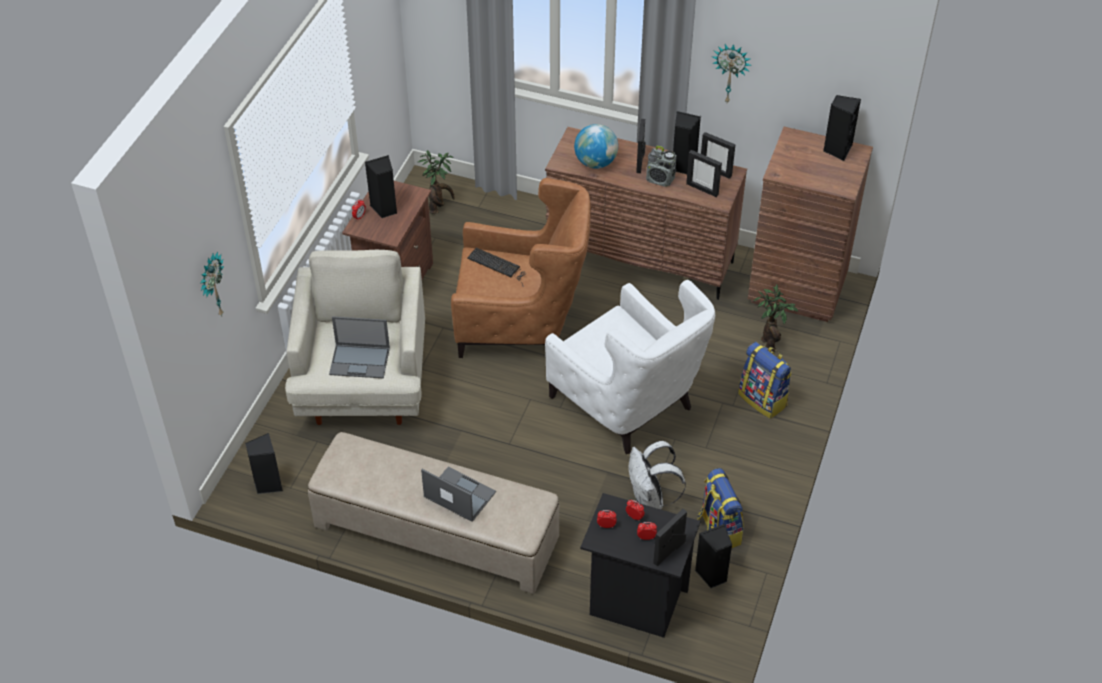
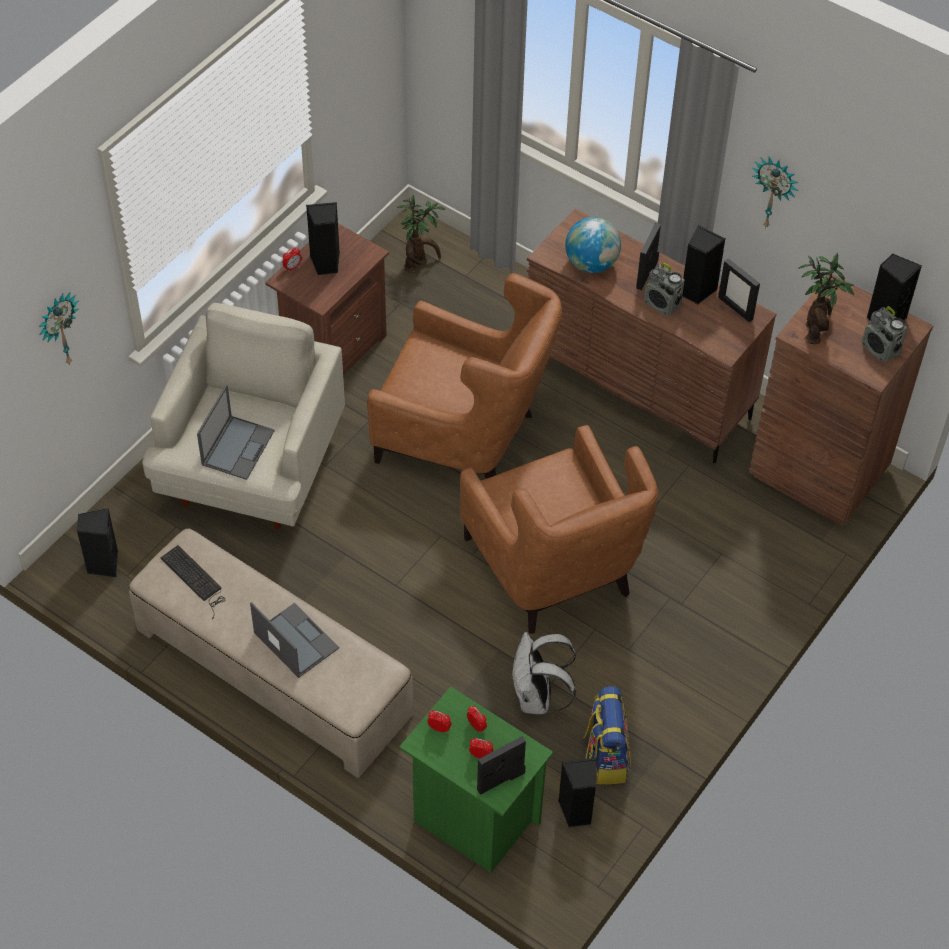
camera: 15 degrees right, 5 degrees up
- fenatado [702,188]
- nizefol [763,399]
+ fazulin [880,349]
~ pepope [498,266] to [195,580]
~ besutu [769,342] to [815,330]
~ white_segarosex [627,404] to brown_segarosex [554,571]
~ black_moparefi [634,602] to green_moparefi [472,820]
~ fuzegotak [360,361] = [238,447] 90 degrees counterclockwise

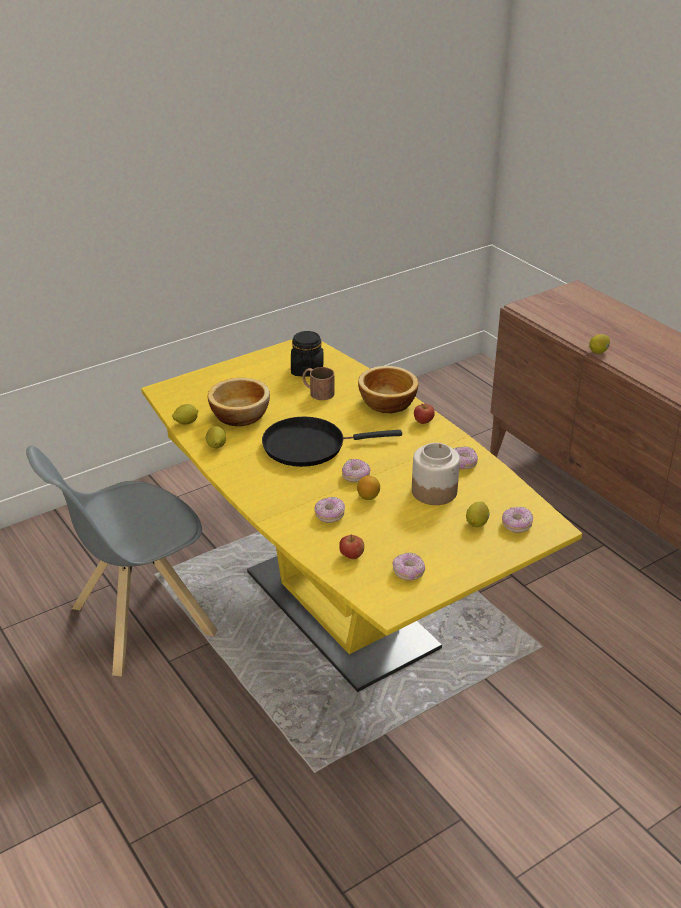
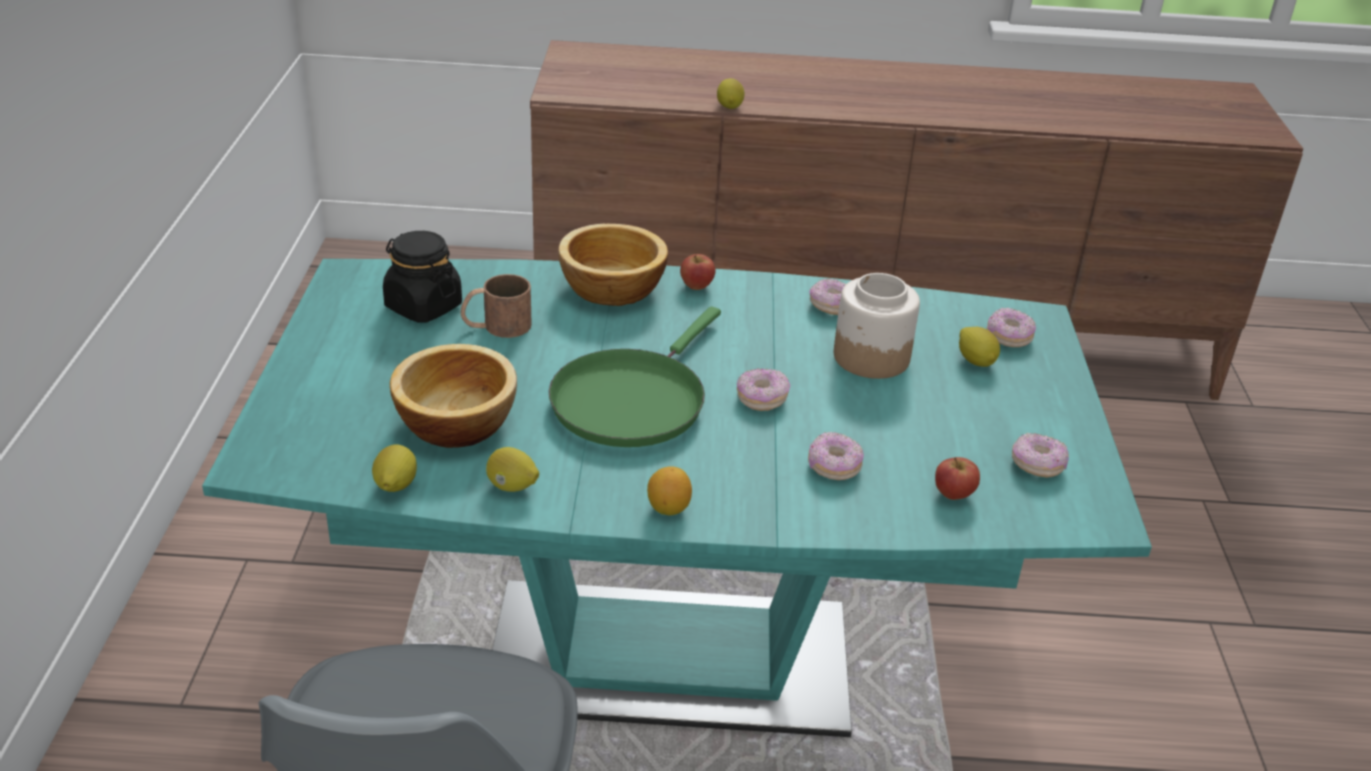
camera: 55 degrees left, 0 degrees up
~ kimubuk [368,497] to [668,508]
~ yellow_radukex [340,609] to turquoise_radukex [669,659]
~ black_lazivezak [309,446] to green_lazivezak [632,400]

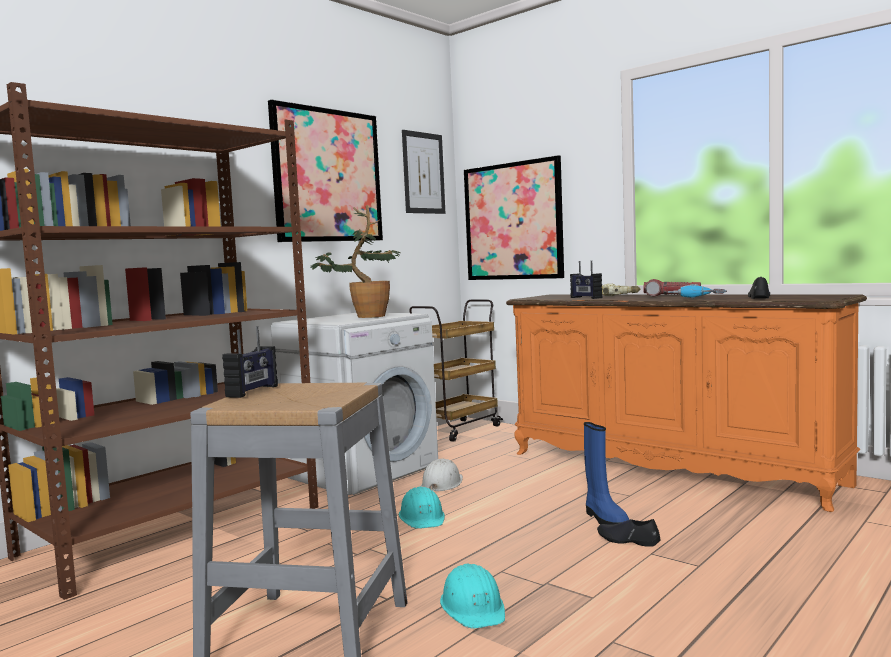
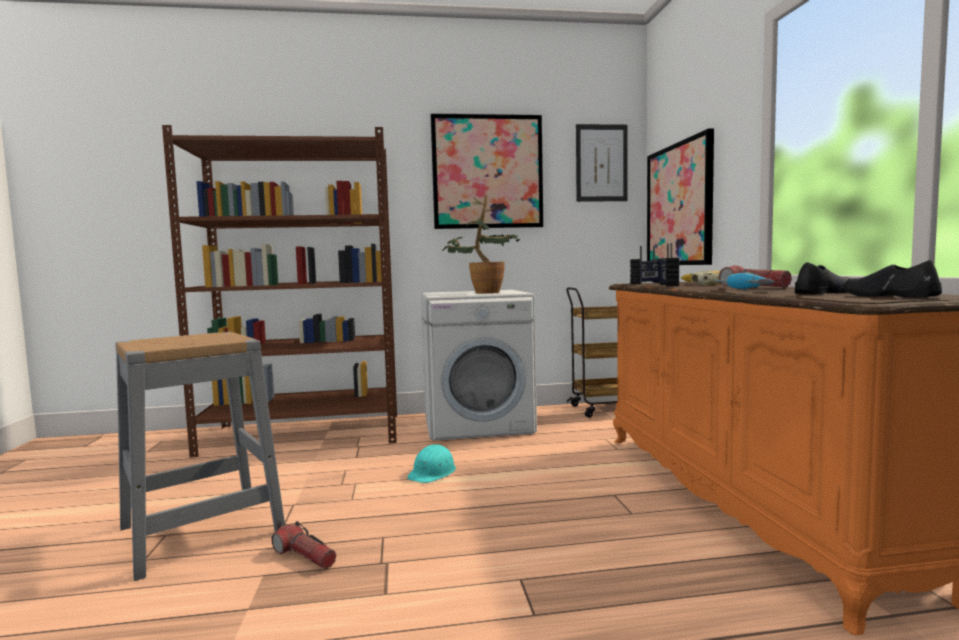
camera: 40 degrees right, 0 degrees up
- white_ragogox [442,484]
- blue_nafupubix [605,519]
~ fazulin [253,391] to [647,283]
~ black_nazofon [628,540] to [887,296]
~ turquoise_ragogox [473,607] to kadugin [305,556]

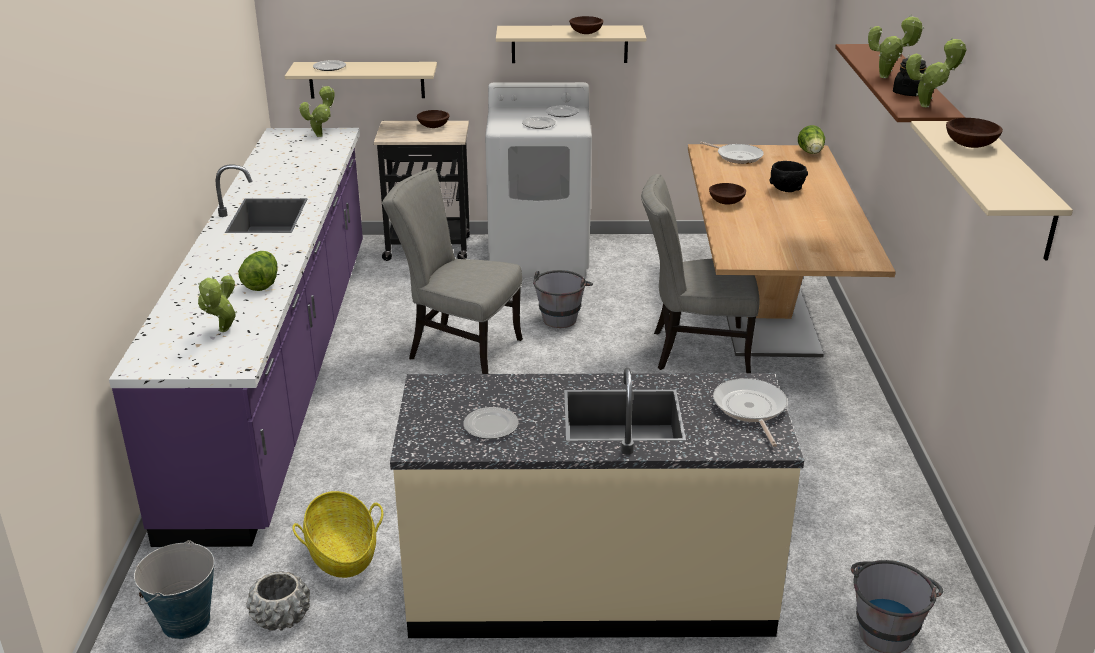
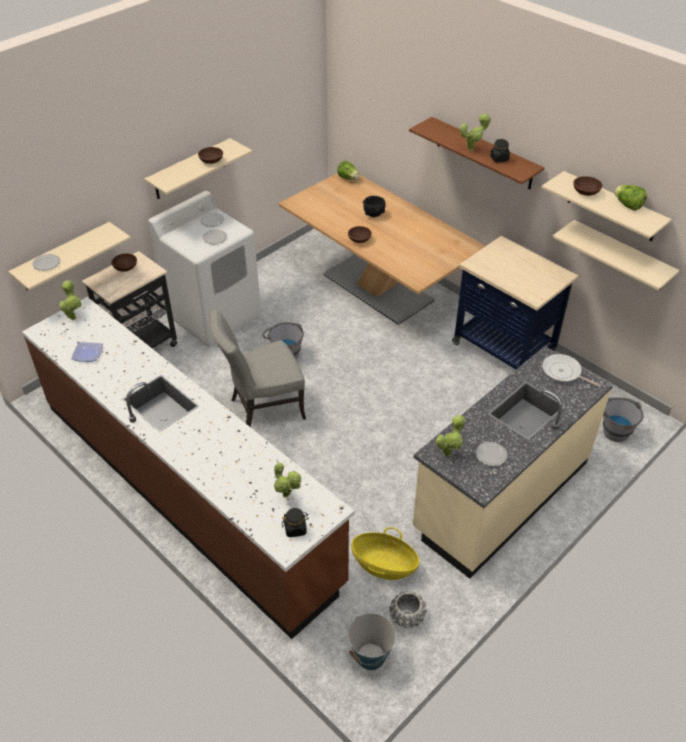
camera: 45 degrees left, 15 degrees up
- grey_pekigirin [693,350]
- lazivezak [737,156]
+ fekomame [88,353]
+ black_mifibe [295,529]
+ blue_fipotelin [503,350]
+ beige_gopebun [621,256]
~ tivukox [262,283] to [627,205]
~ besutu [928,105] to [449,453]
~ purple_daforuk [282,369] to brown_daforuk [187,489]

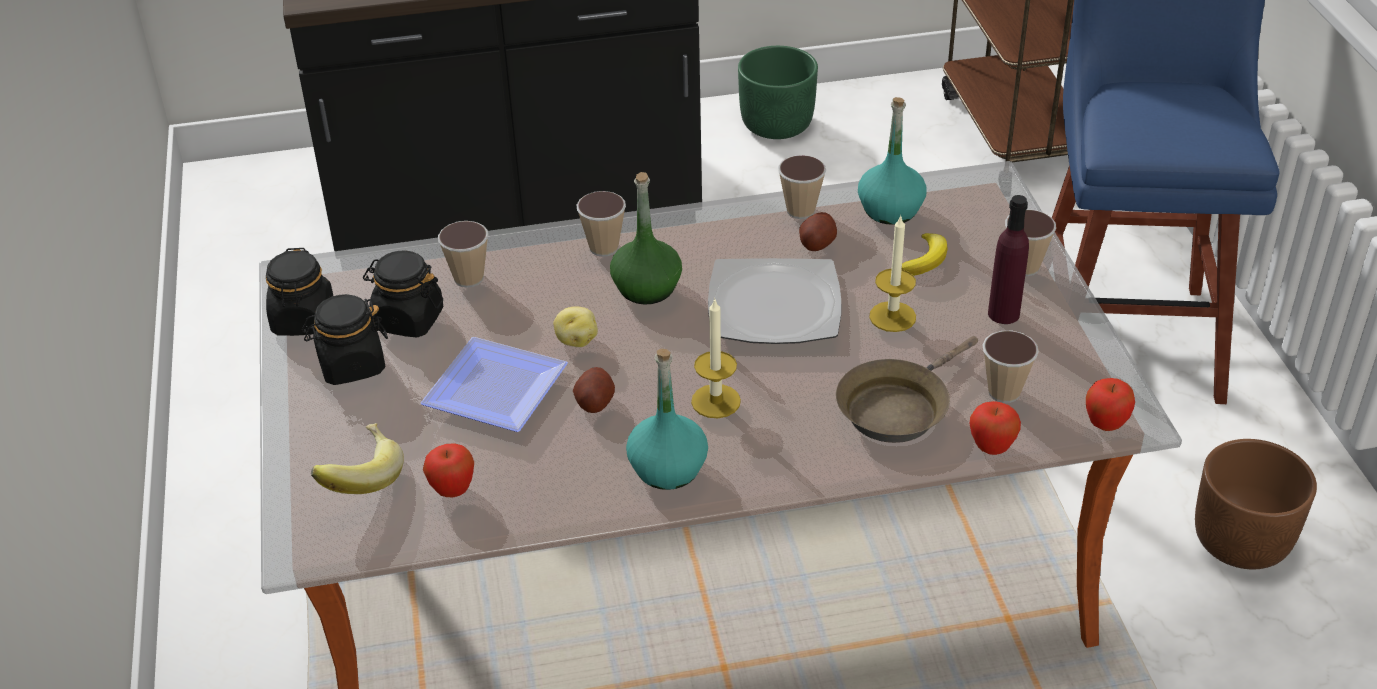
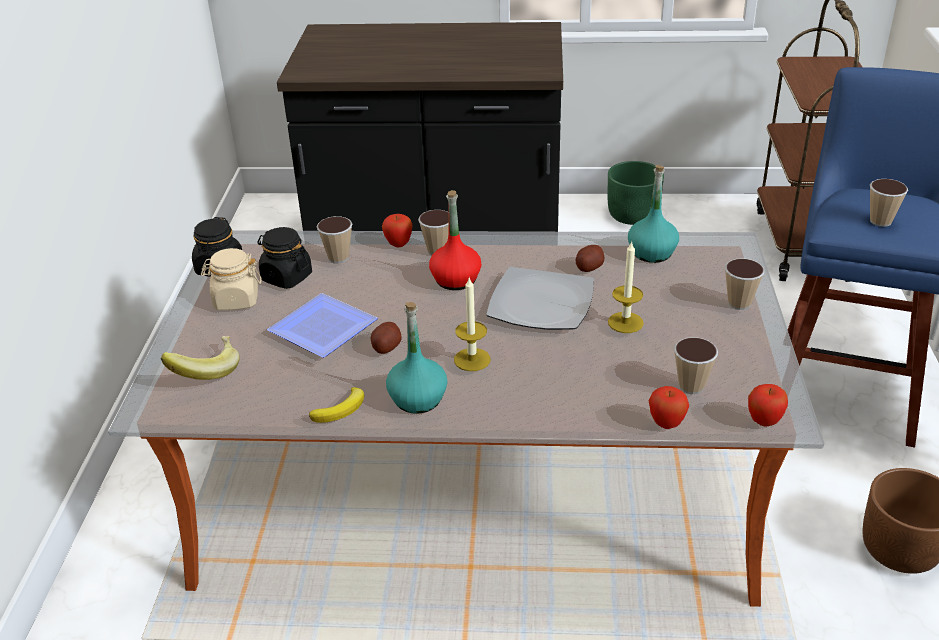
camera: 15 degrees right, 5 degrees down
- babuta [576,340]
- brown_lazivezak [897,407]
- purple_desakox [1003,314]
~ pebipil [452,491] to [398,244]
~ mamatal [800,210] to [880,221]
~ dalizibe [925,259] to [341,409]
~ black_mifibe [351,365] to beige_mifibe [236,300]
~ green_desakox [647,288] to red_desakox [455,280]

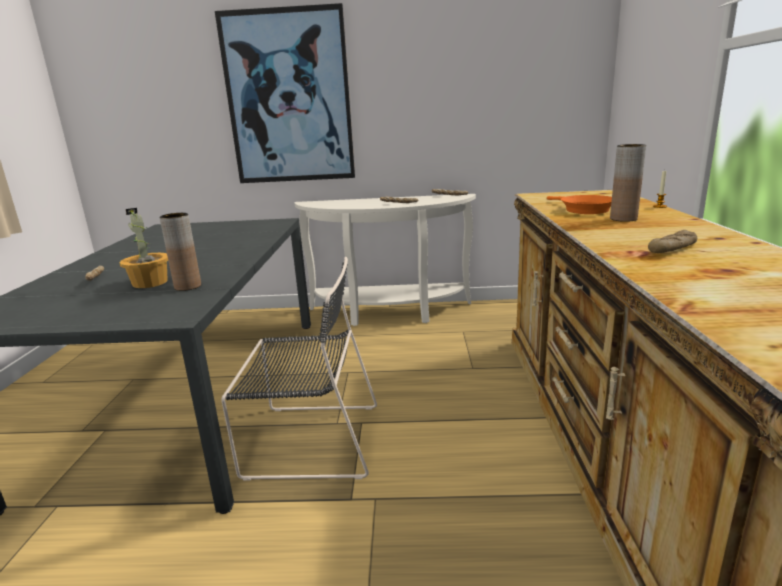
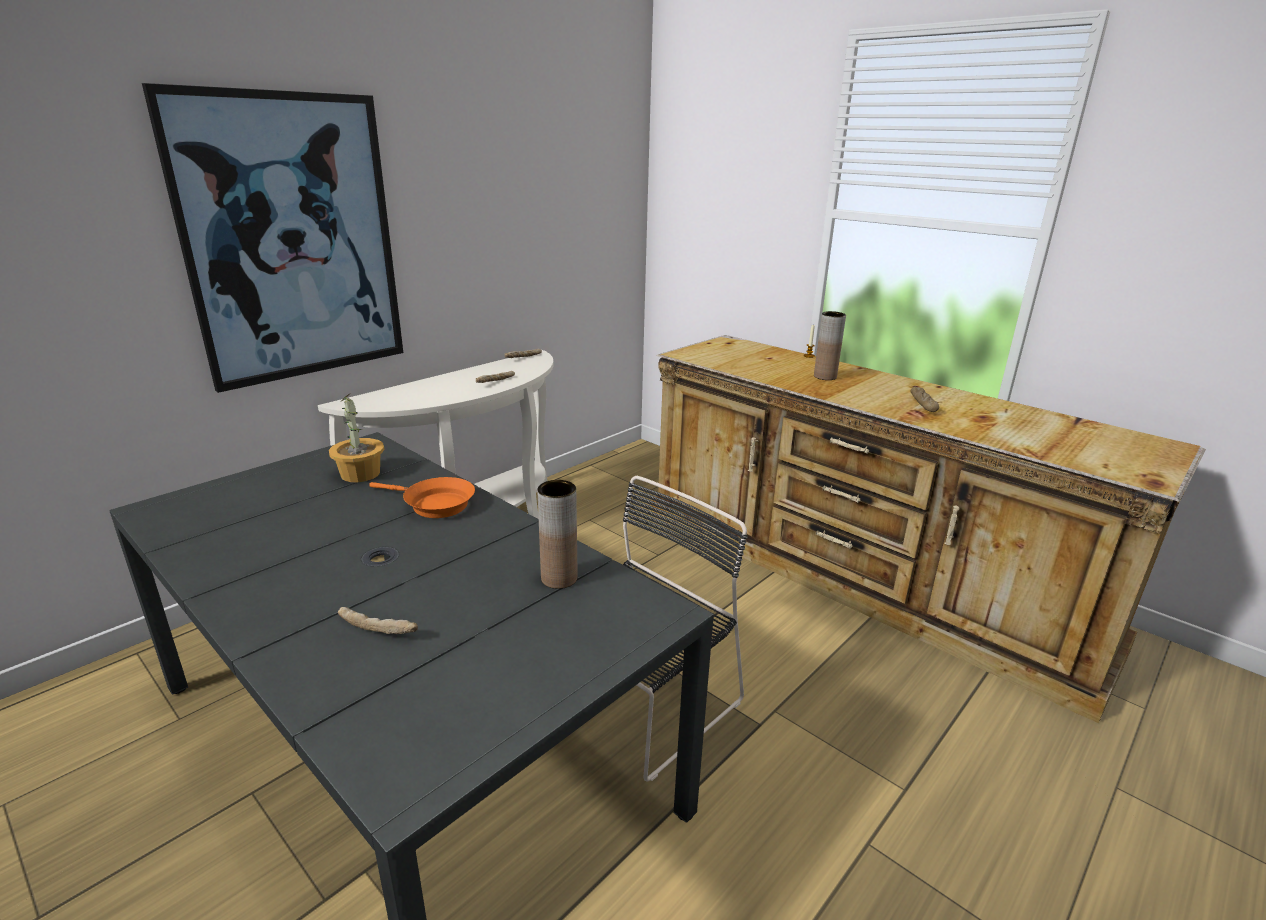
camera: 50 degrees left, 5 degrees up
~ besutu [150,283] to [361,474]
~ orange_lazivezak [583,209] to [434,504]

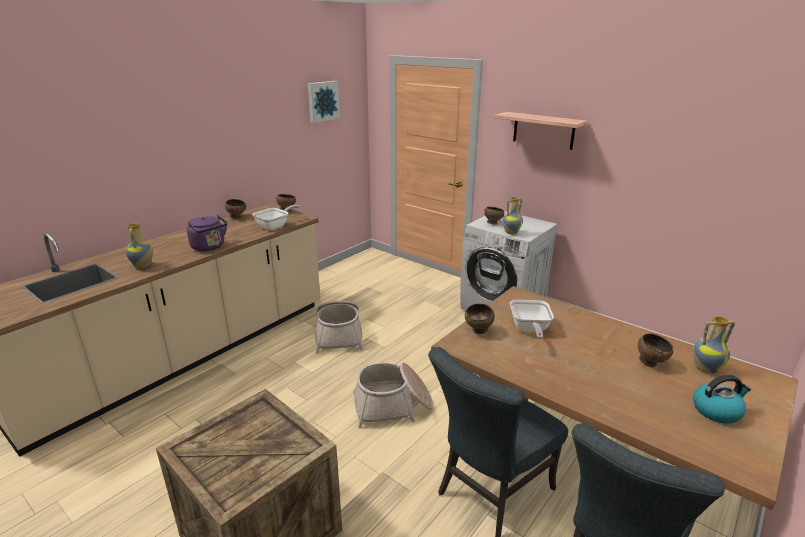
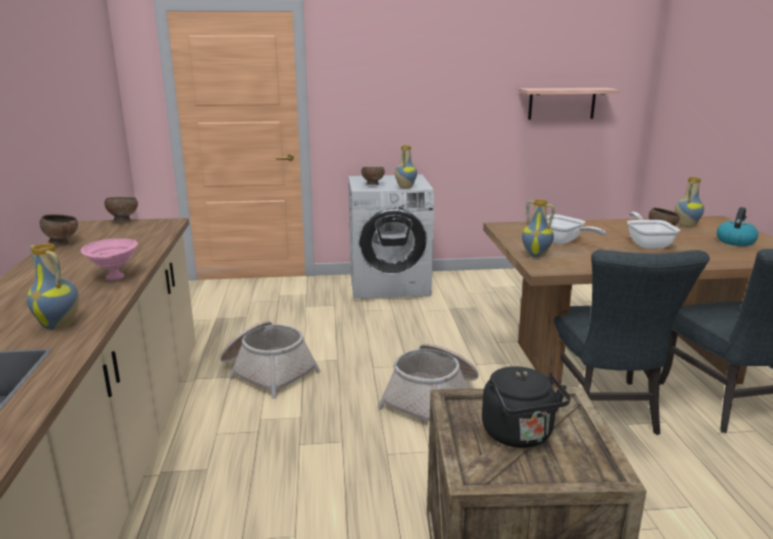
camera: 45 degrees left, 5 degrees down
- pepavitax [322,101]
+ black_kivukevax [520,435]
~ lazivezak [275,226] to [647,244]
~ gopebun [543,130] to [561,103]
~ purple_kivukevax [210,247] to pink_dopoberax [115,278]
~ brown_dopoberax [479,331] to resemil [536,255]

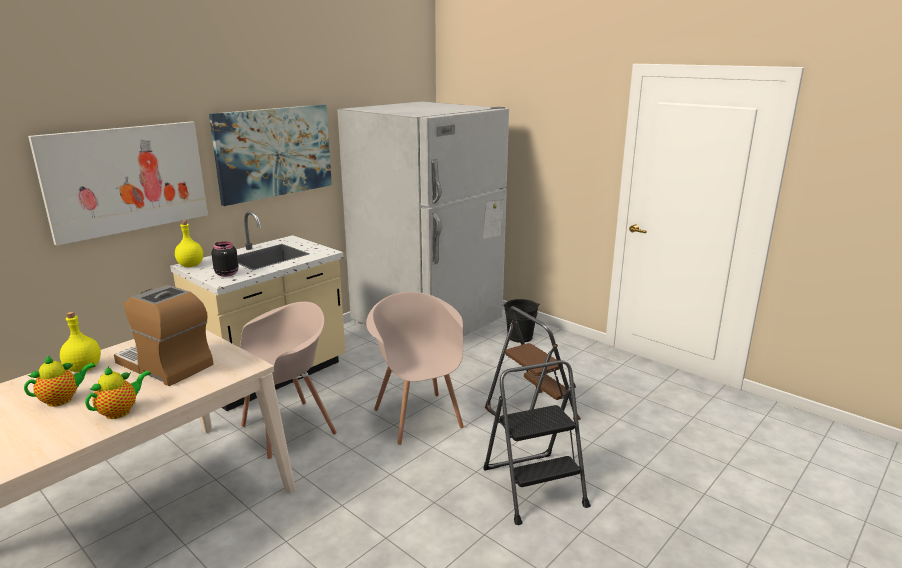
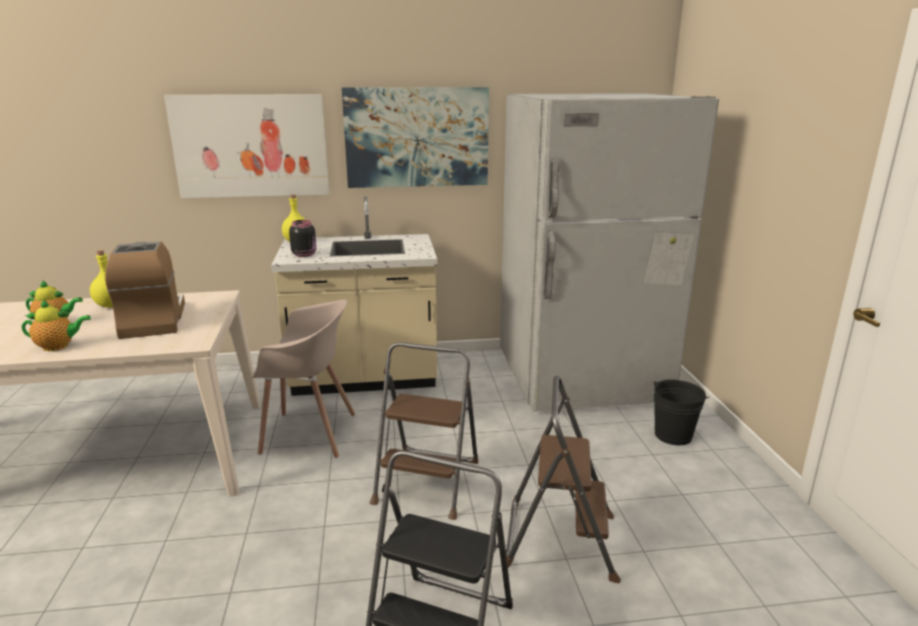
camera: 40 degrees right, 0 degrees up
~ beige_pekigirin [418,417] to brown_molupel [429,479]

